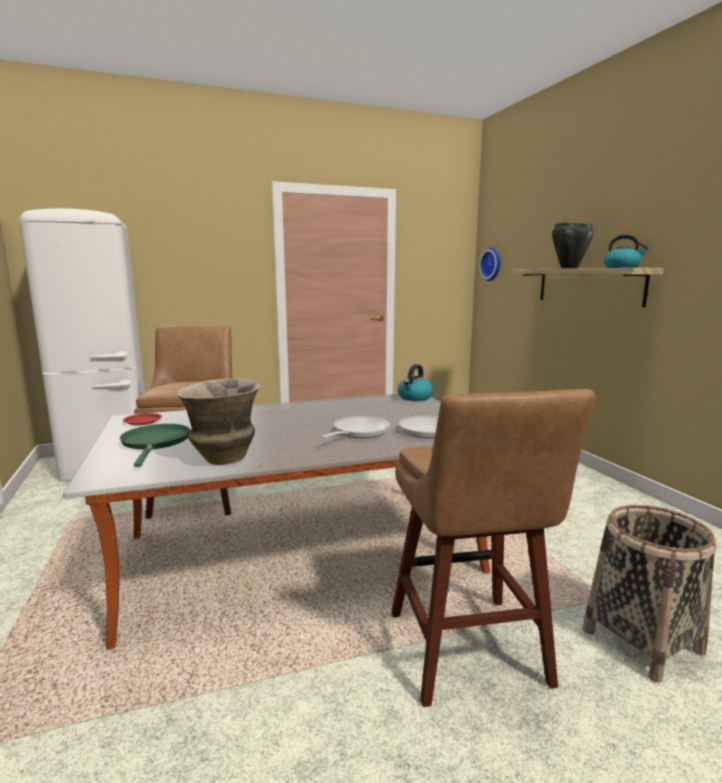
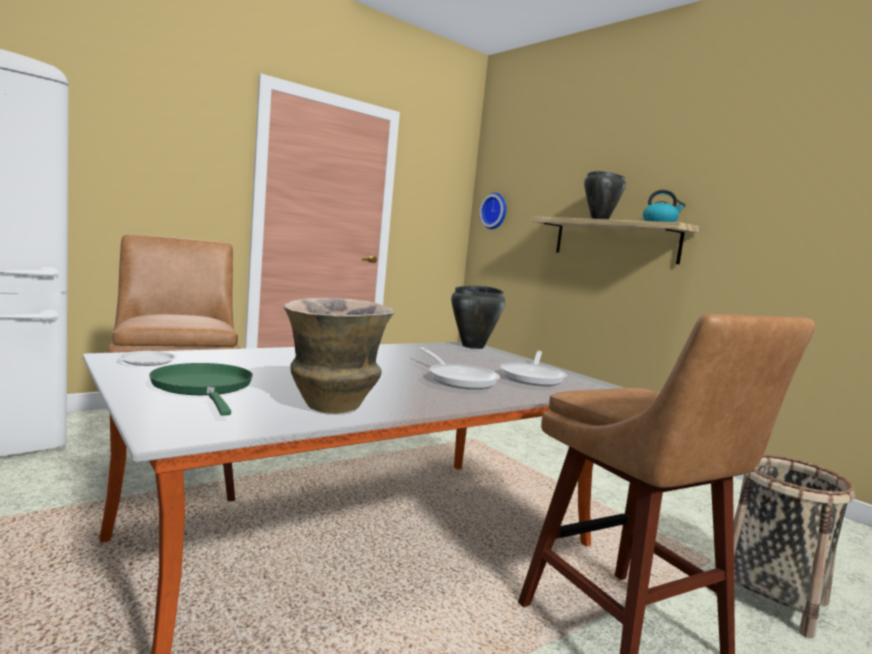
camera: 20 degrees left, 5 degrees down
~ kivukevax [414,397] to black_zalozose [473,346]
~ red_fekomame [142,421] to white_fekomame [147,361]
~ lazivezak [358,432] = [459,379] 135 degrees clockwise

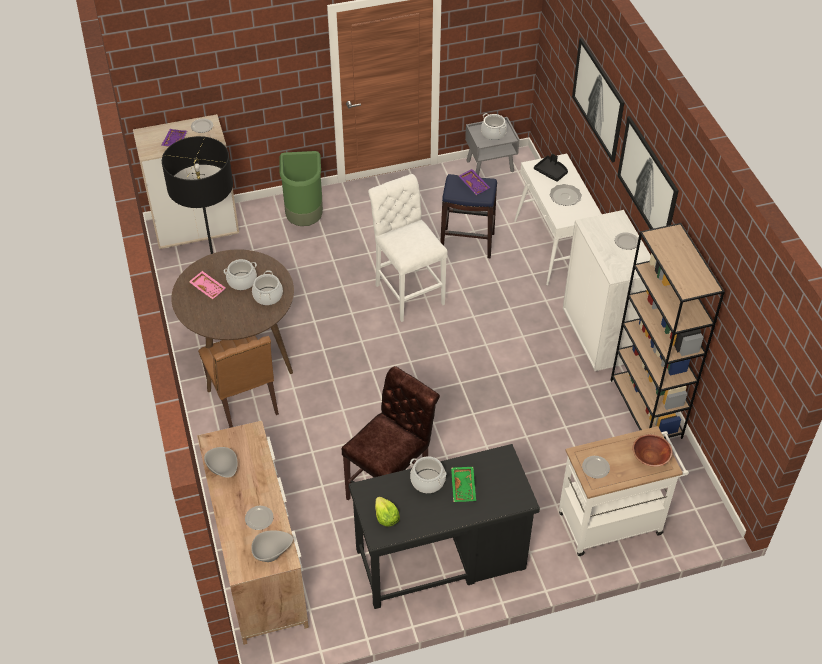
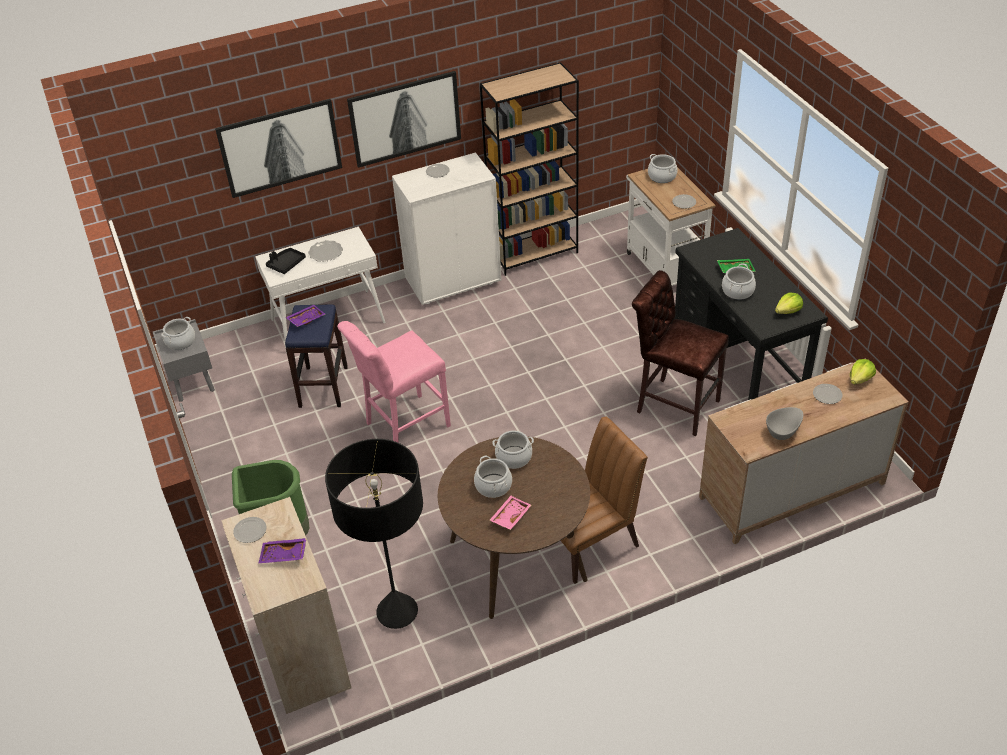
camera: 95 degrees left, 5 degrees down
~ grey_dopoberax [272,553] to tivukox [860,379]
~ brown_dopoberax [650,457] to zalozose [662,176]
~ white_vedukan [408,291] to pink_vedukan [403,426]

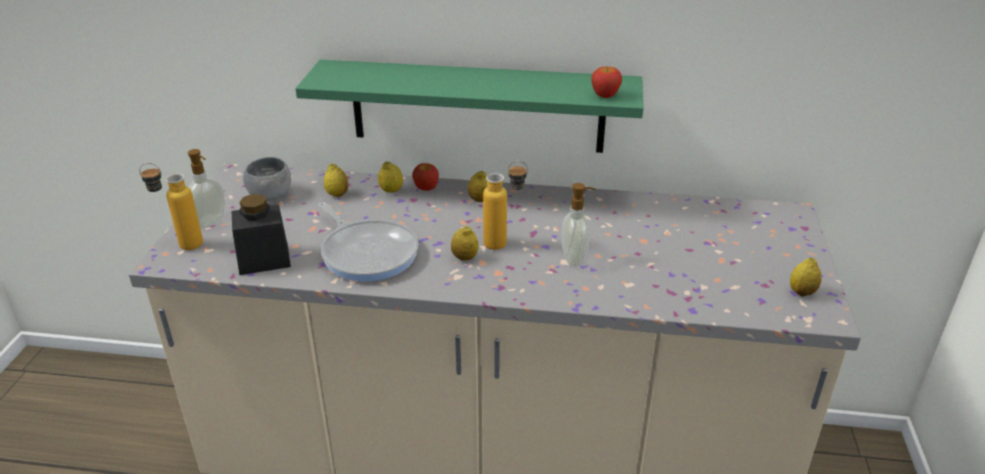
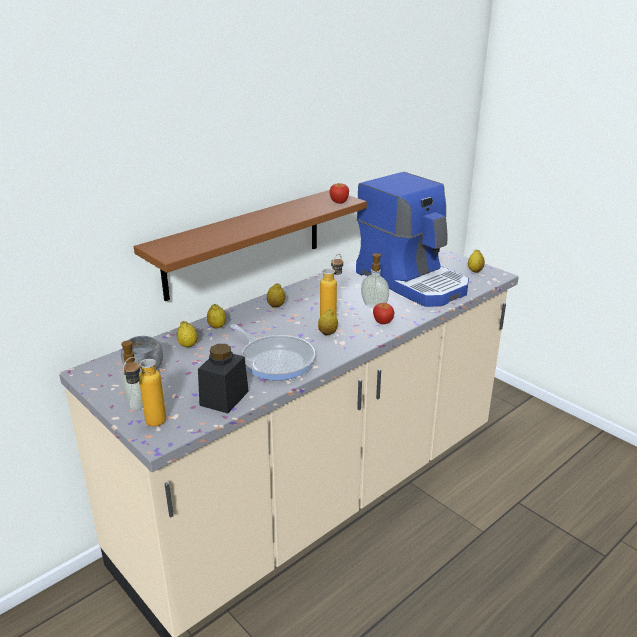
camera: 50 degrees left, 5 degrees down
+ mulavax [413,281]
~ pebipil [426,188] to [383,322]
~ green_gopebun [477,106] to brown_gopebun [244,243]
~ lazivezak [367,253] = [275,360] 45 degrees clockwise

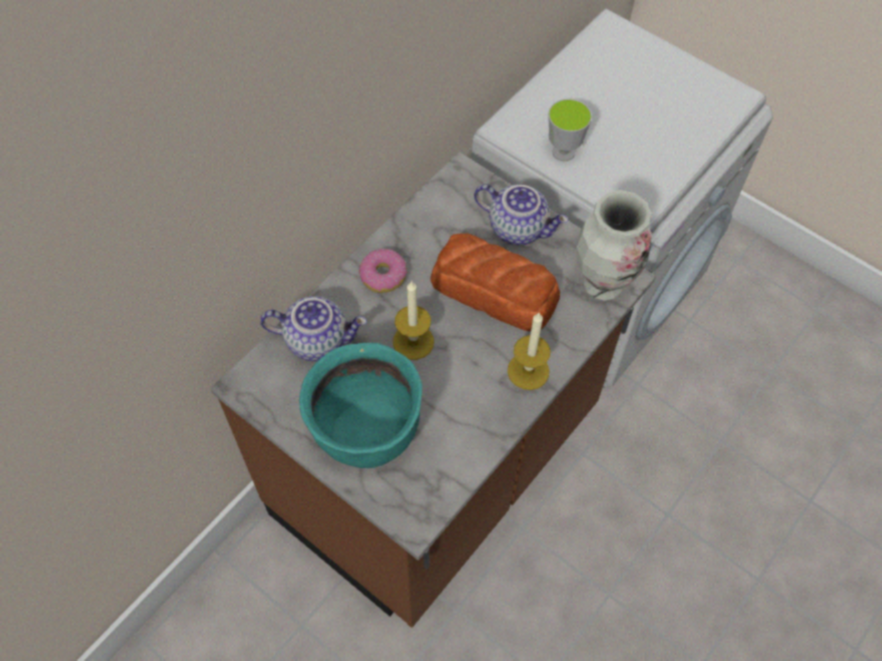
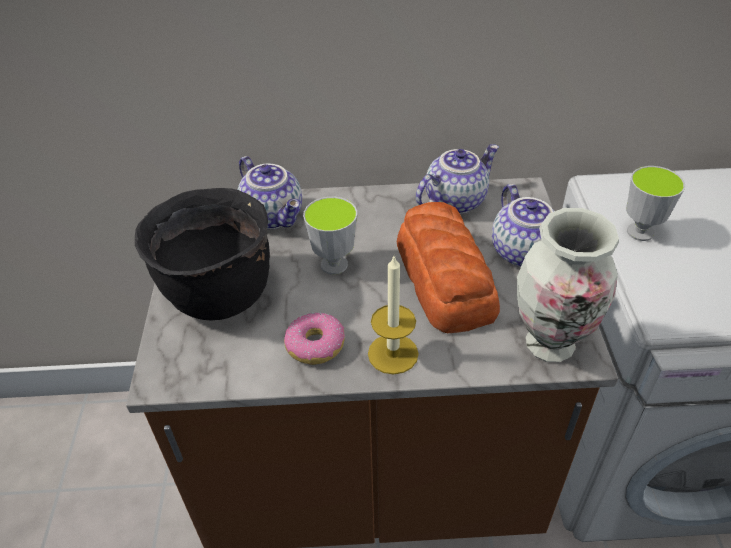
camera: 50 degrees right, 15 degrees down
+ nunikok [454,200]
~ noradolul [383,275] to [315,345]
~ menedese [413,341] to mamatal [334,265]
~ turquoise_zalozose [367,433] to black_zalozose [218,294]

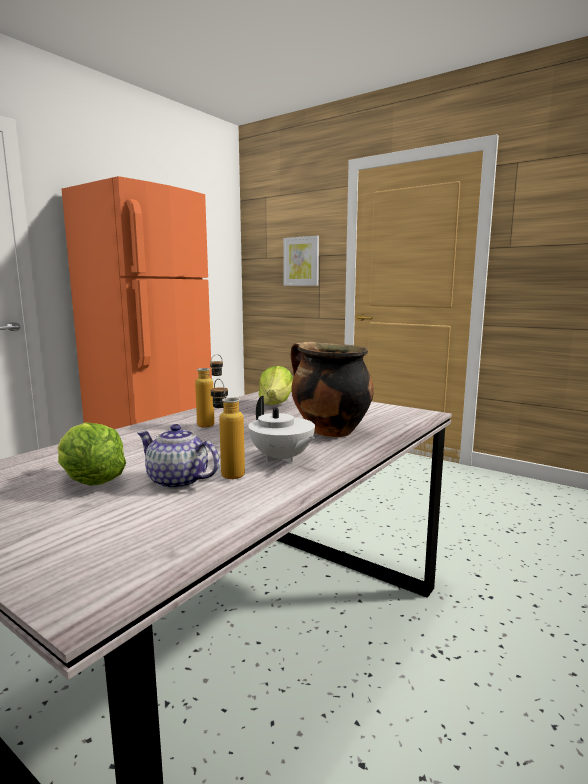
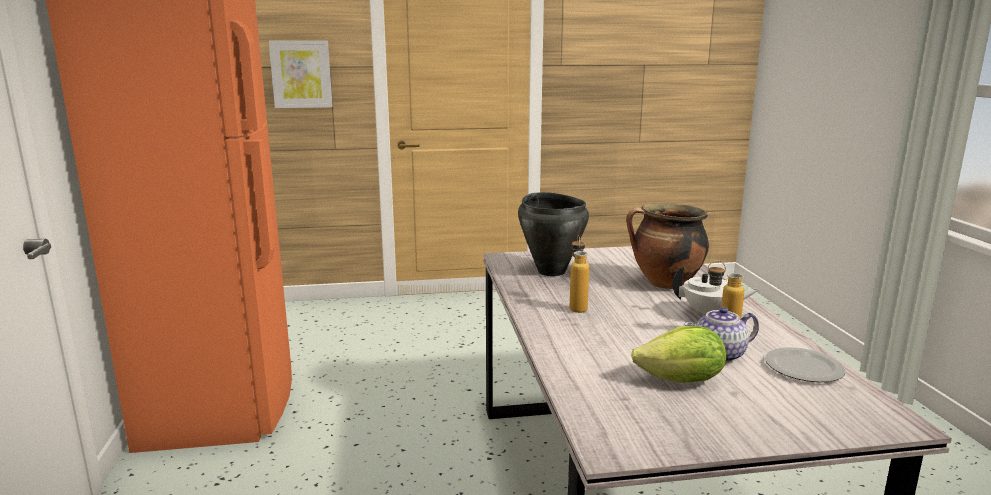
camera: 45 degrees left, 5 degrees up
+ fekomame [802,367]
~ tivukox [276,404] to black_zalozose [551,271]

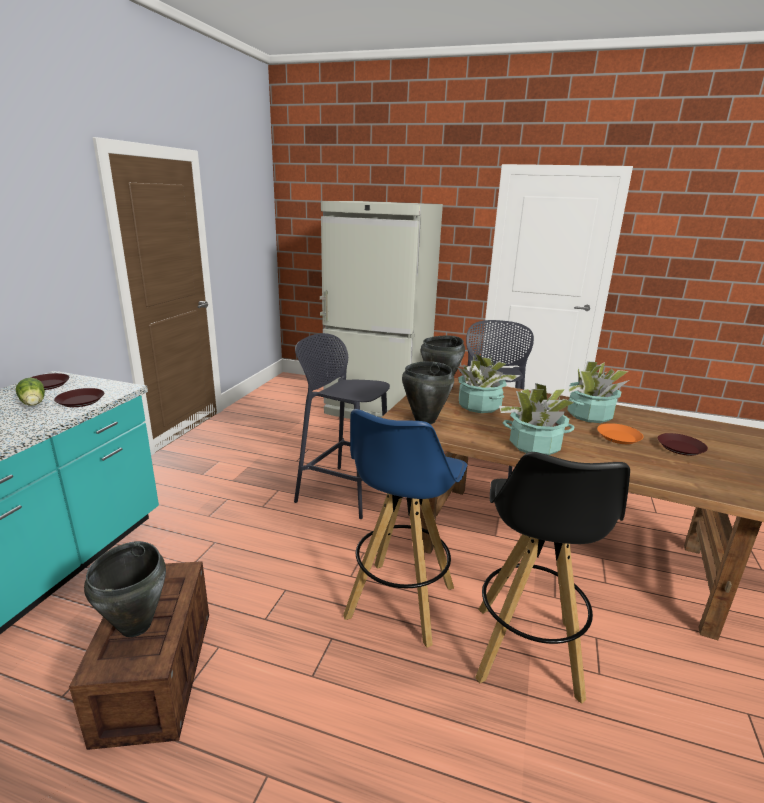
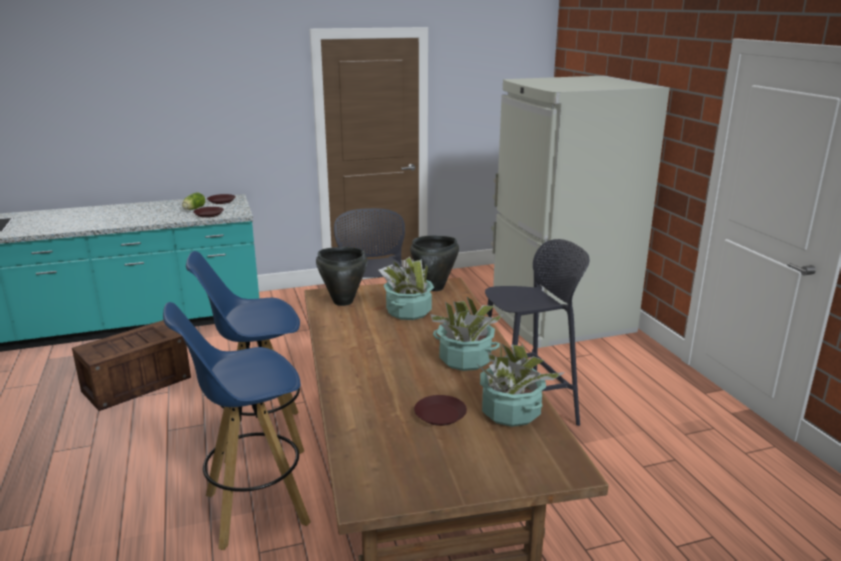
camera: 55 degrees right, 0 degrees up
- black_zalozose [137,625]
- orange_fekomame [618,437]
~ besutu [535,446] to [510,412]
~ black_vedukan [525,653] to blue_vedukan [253,508]

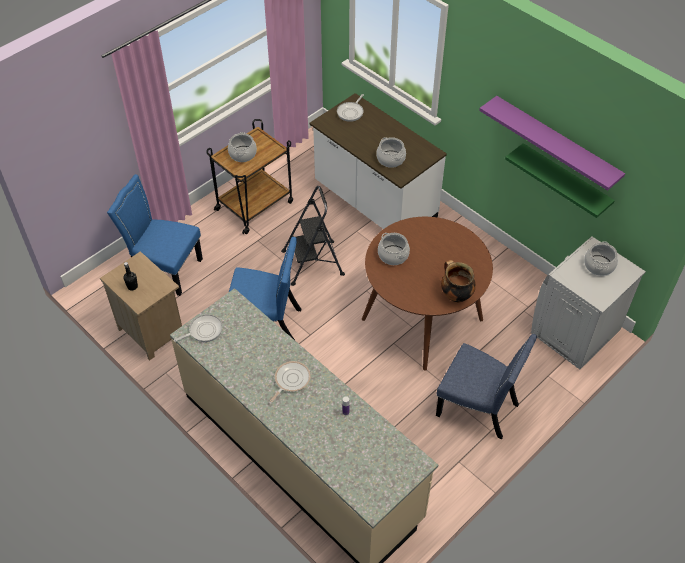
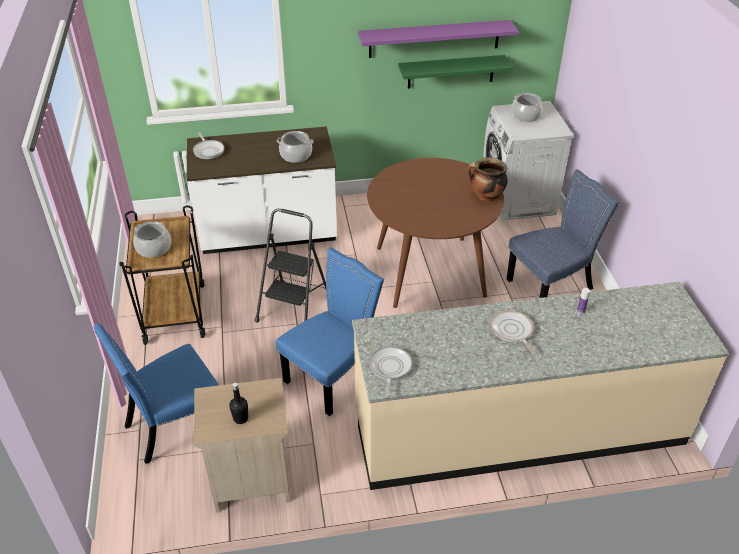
camera: 55 degrees left, 10 degrees down
- zalozose [393,255]

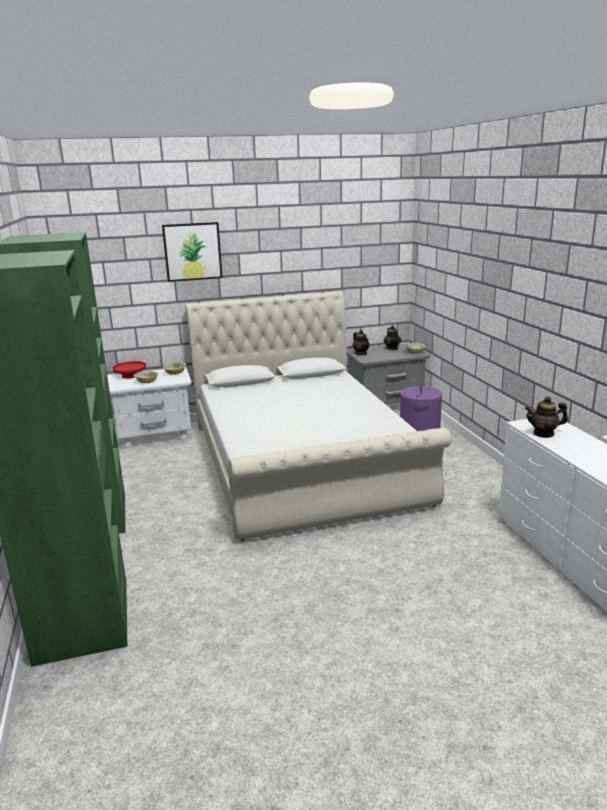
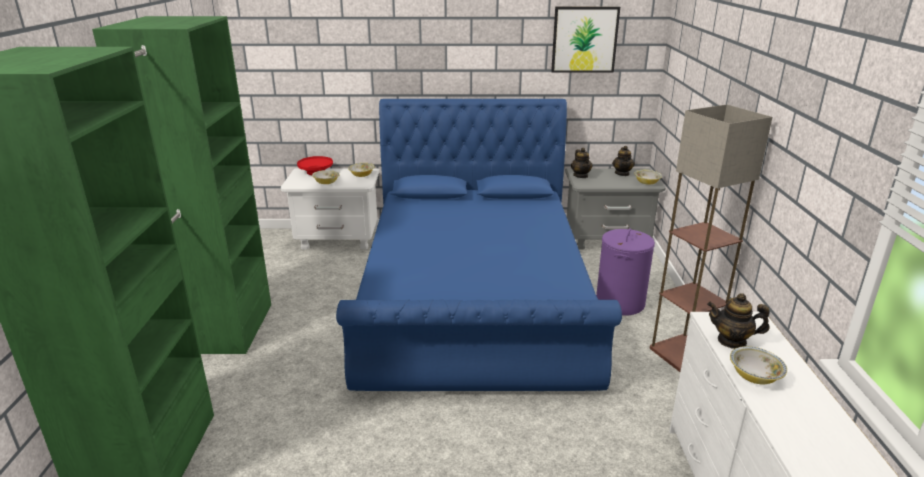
camera: 15 degrees right, 5 degrees up
+ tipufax [683,353]
+ dopoberax [754,376]
~ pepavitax [192,251] to [584,39]
~ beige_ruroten [301,460] to blue_ruroten [473,297]

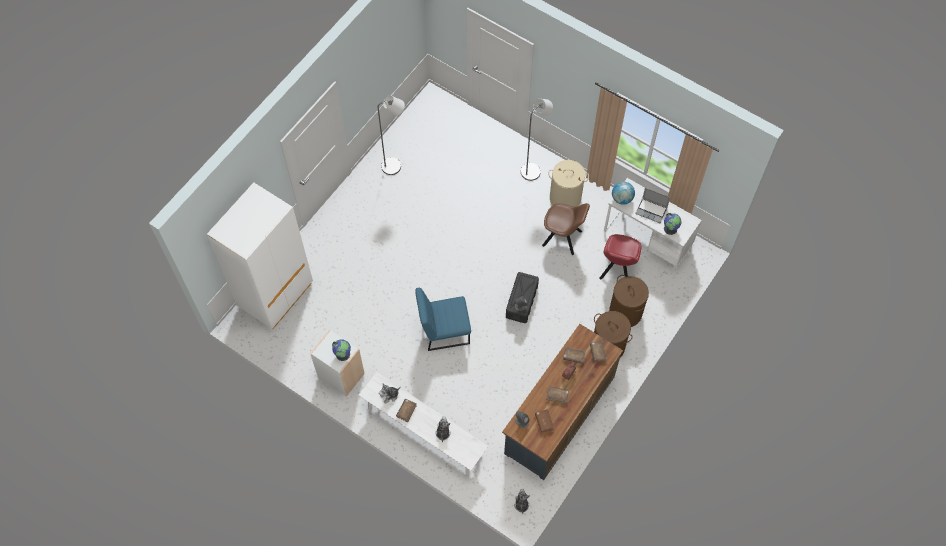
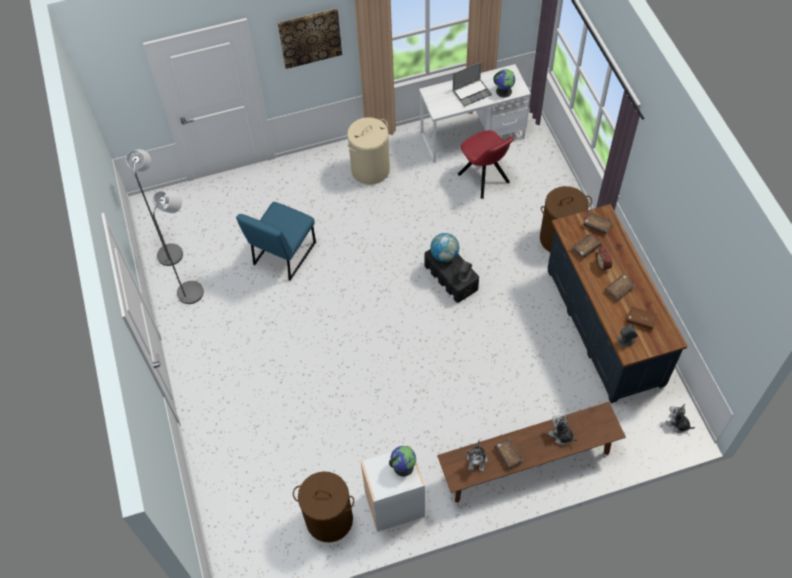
camera: 50 degrees left, 5 degrees down
- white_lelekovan [275,295]
- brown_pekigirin [562,238]
+ pepavitax [310,37]
~ blue_pekigirin [444,331] to [283,254]
~ grey_tipufax [533,169] to [170,250]
~ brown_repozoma [625,312] to [329,519]
~ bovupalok [622,198] to [444,255]
~ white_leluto [424,431] to brown_leluto [527,464]

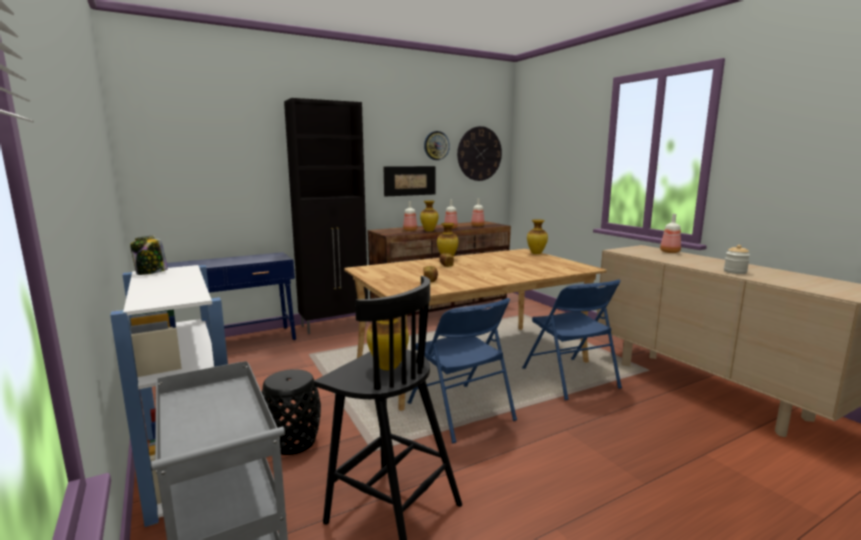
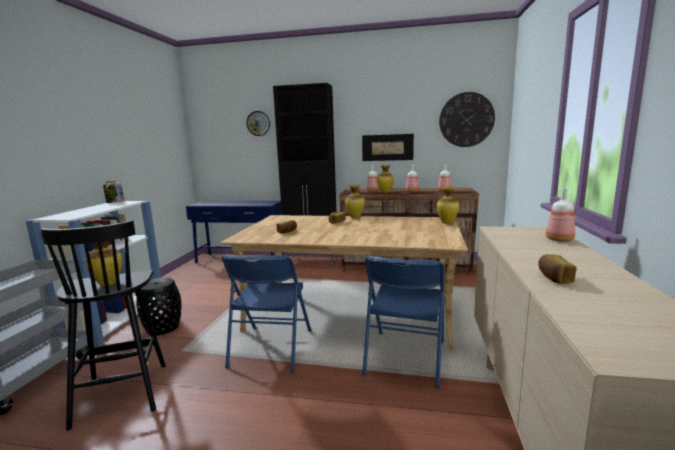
camera: 40 degrees right, 0 degrees up
~ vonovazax [436,145] to [258,123]
~ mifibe [735,272] to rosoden [553,278]

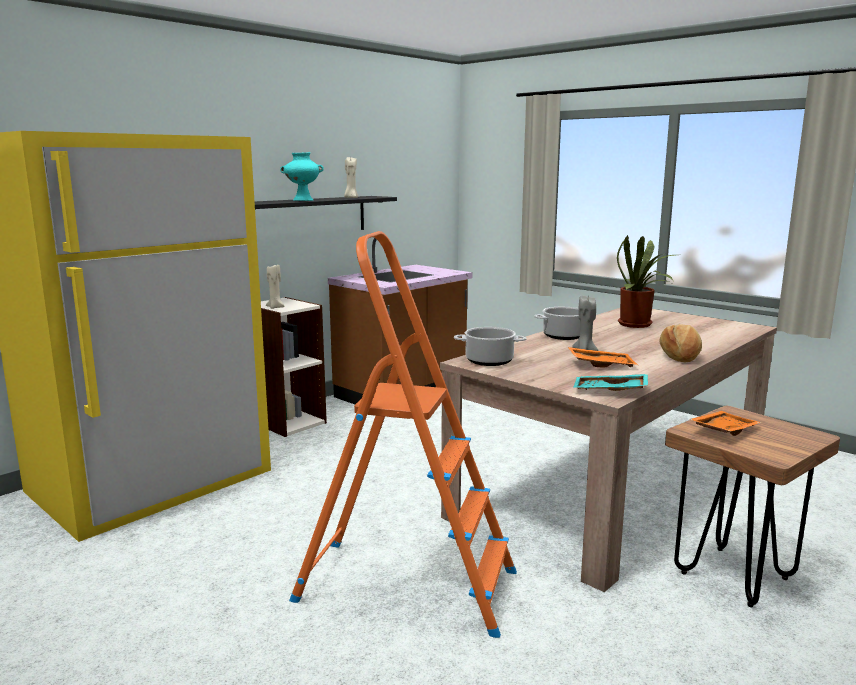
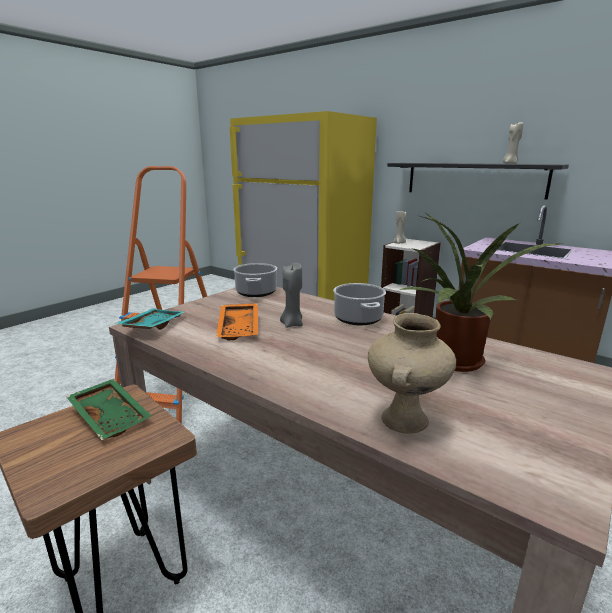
camera: 85 degrees right, 5 degrees up
- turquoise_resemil [302,200]
- rosoden [680,356]
+ beige_resemil [405,420]
~ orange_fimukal [723,430] to green_fimukal [112,416]

